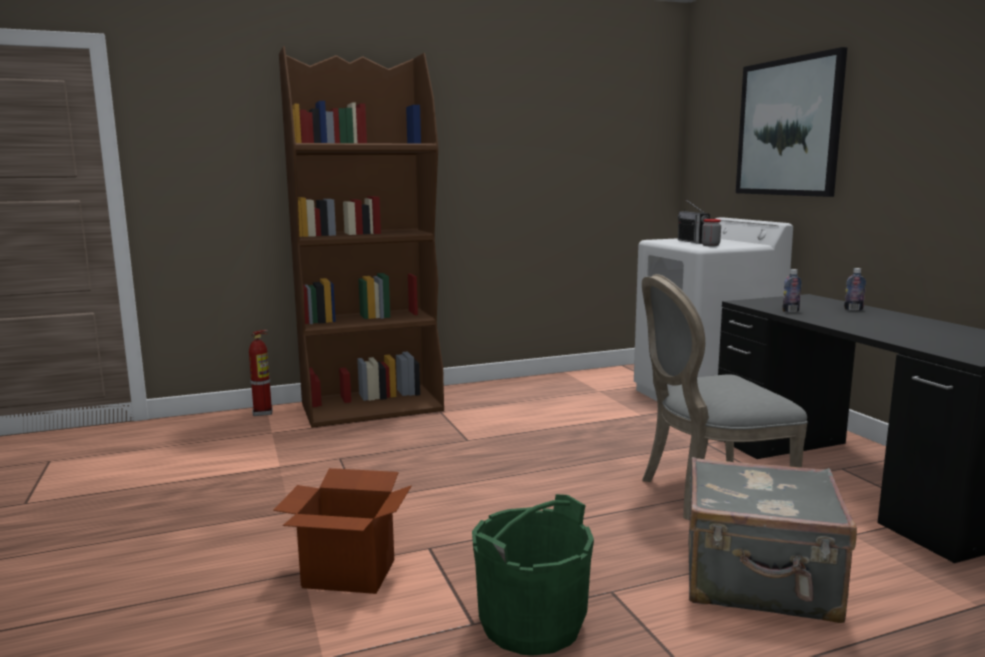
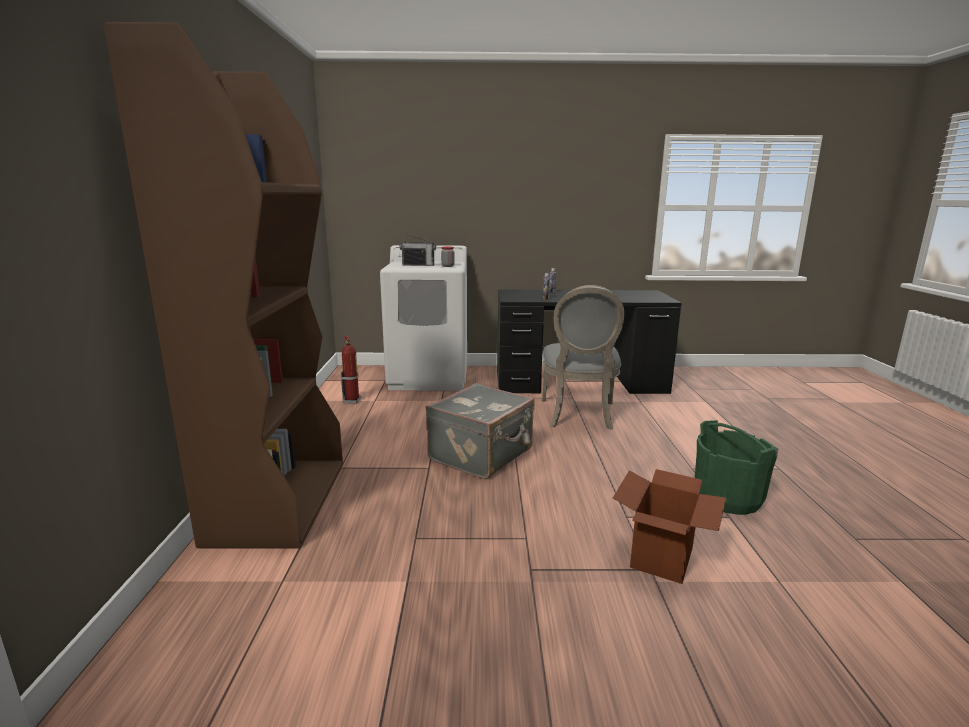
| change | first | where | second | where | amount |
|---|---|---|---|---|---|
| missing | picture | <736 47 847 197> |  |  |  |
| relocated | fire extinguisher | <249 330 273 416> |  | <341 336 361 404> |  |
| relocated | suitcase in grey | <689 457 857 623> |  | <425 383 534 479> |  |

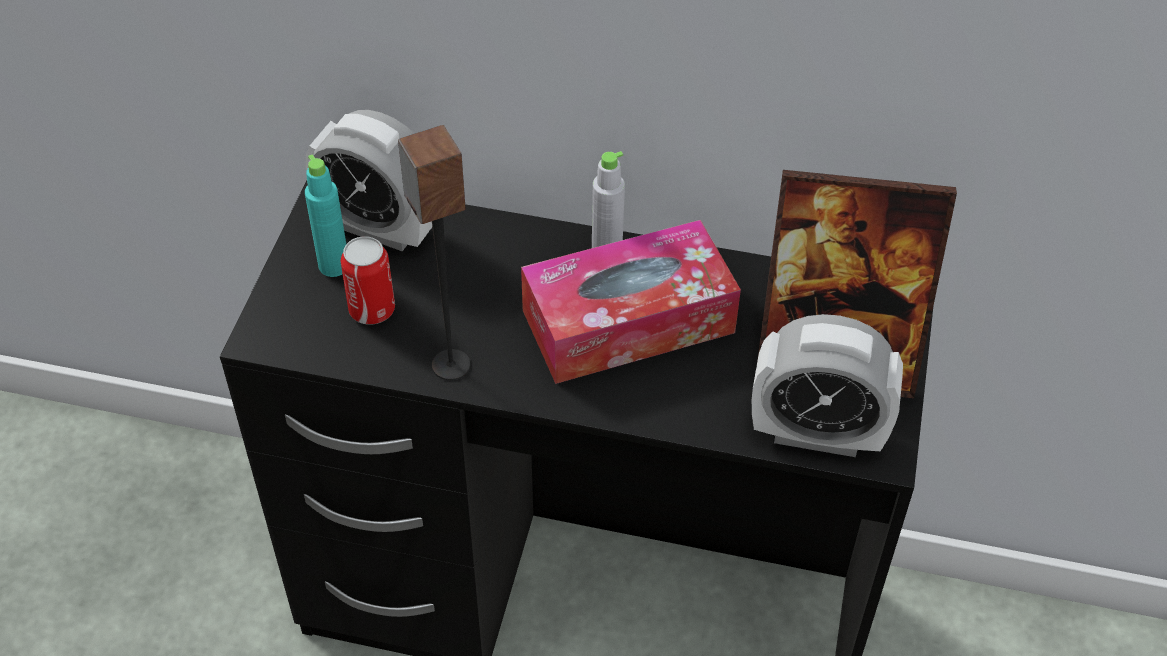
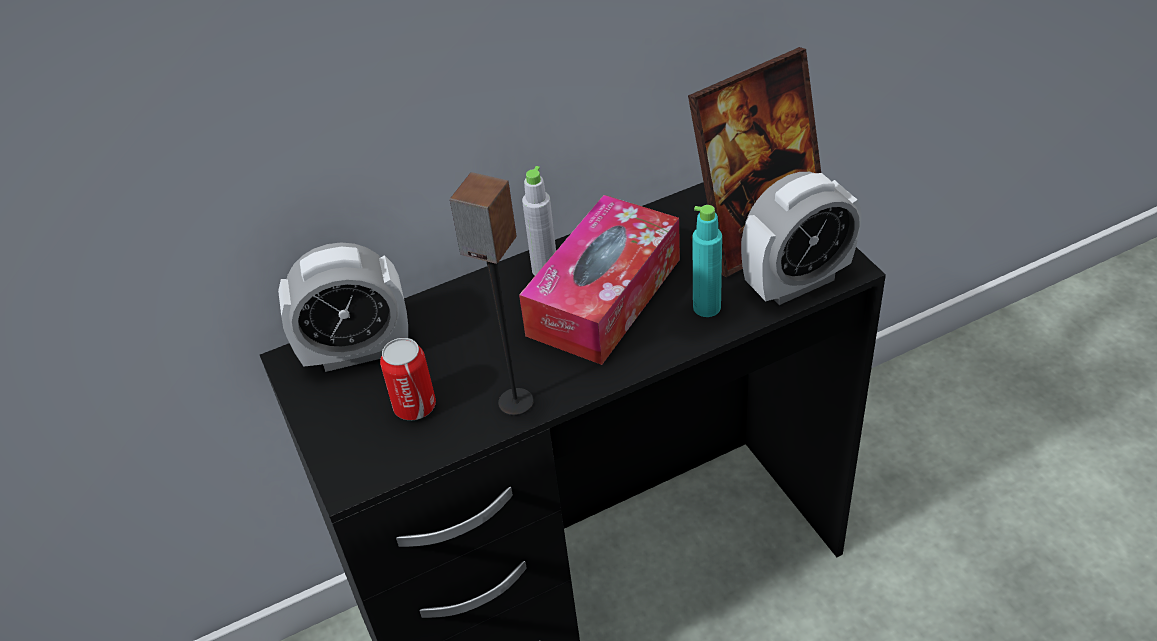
| change | first | where | second | where | amount |
|---|---|---|---|---|---|
| relocated | bottle in turquoise | <305 154 346 277> |  | <692 205 722 317> |  |

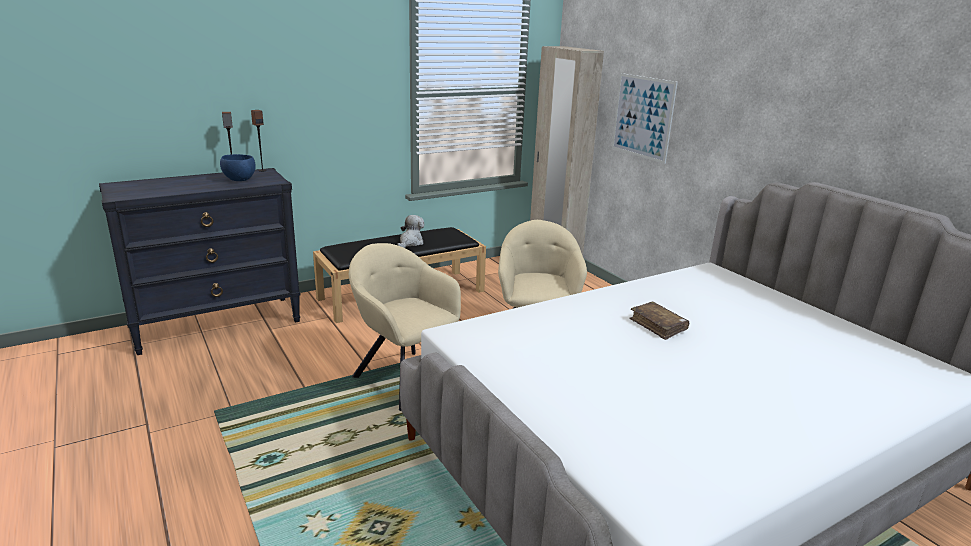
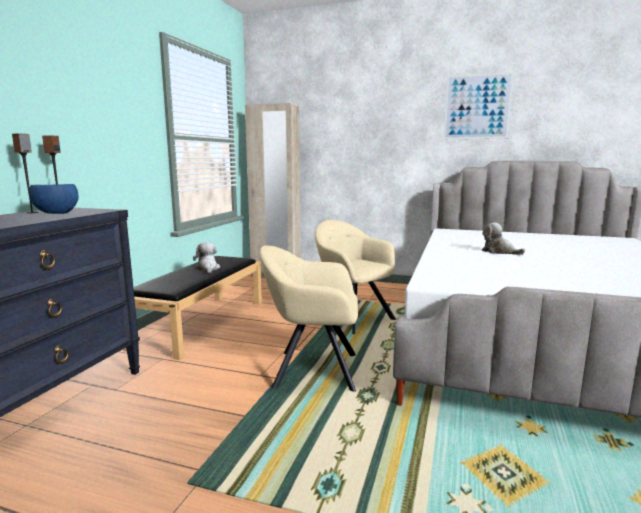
| change | first | where | second | where | amount |
|---|---|---|---|---|---|
| relocated | picture | <612 73 678 164> |  | <443 72 514 139> |  |
| exchanged | book in brown | <630 302 689 340> | plush toy | <482 222 525 255> |  |

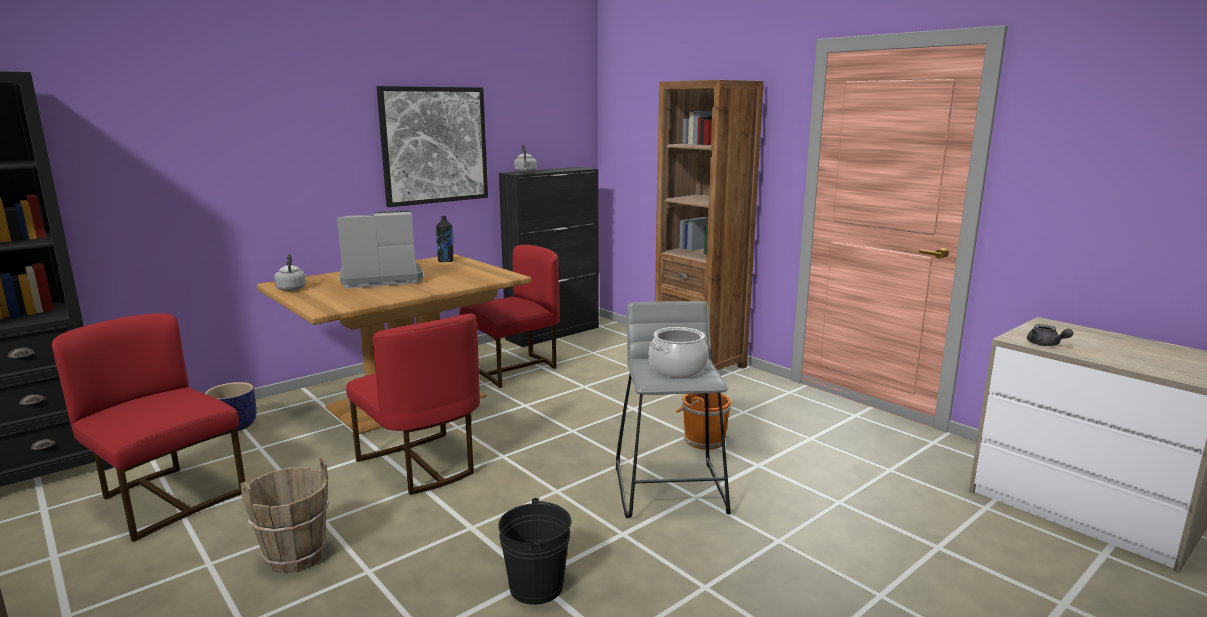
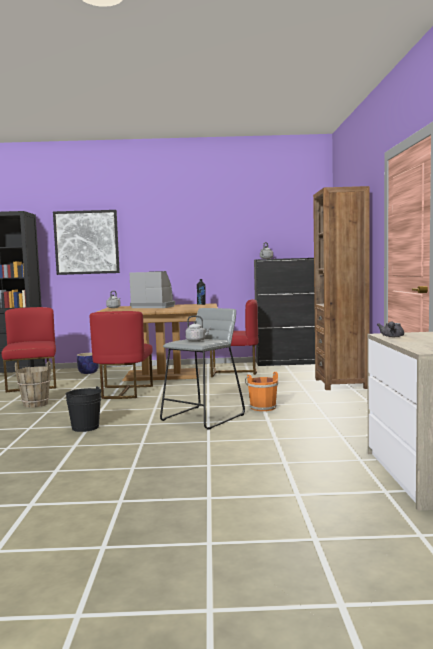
| change | first | where | second | where | amount |
|---|---|---|---|---|---|
| relocated | picture | <376 86 488 207> |  | <53 210 120 275> |  |
| exchanged | cooking pot | <649 327 709 377> | kettle in grey | <185 316 211 342> |  |

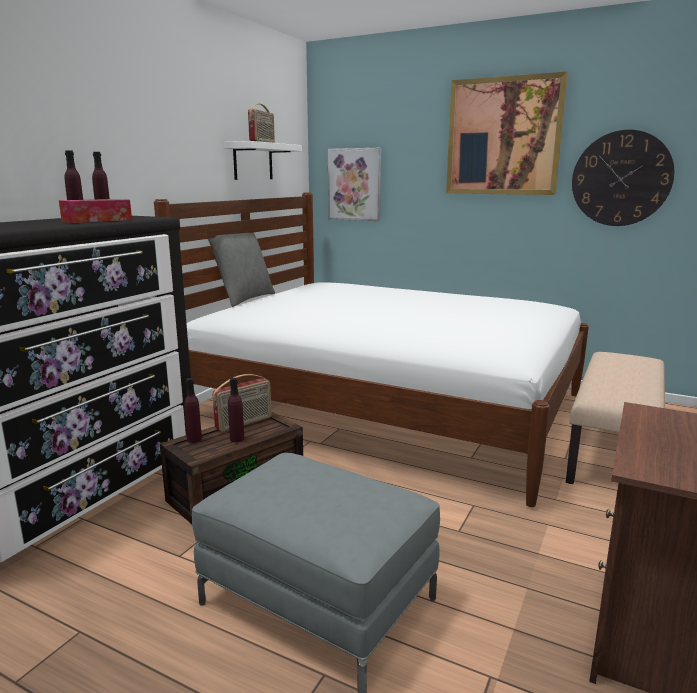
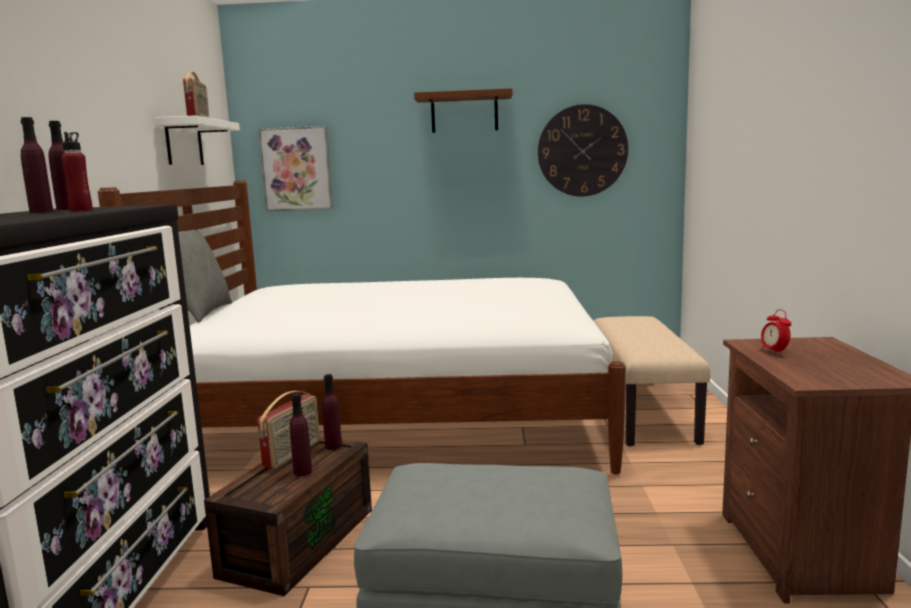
| change | first | where | second | where | amount |
|---|---|---|---|---|---|
| appeared |  |  | alarm clock | <761 309 791 355> |  |
| relocated | bottle in purple | <184 378 202 443> |  | <322 374 342 450> |  |
| exchanged | tissue box | <59 199 132 223> | bottle in red | <61 132 93 212> |  |
| exchanged | picture | <446 72 568 195> | shelf in brown | <414 88 513 133> |  |

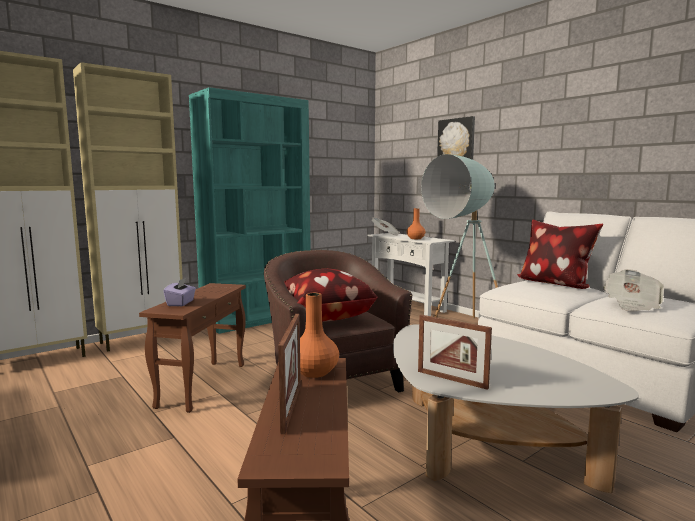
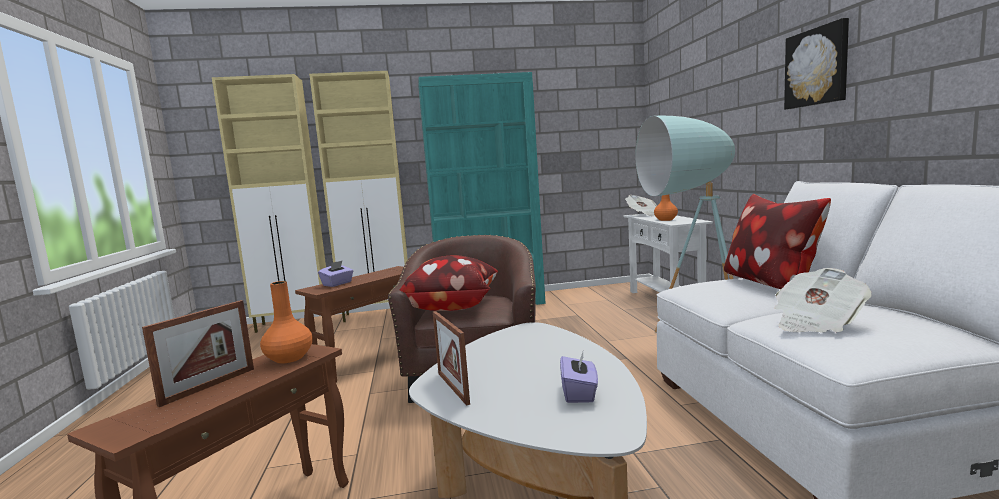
| change | first | where | second | where | amount |
|---|---|---|---|---|---|
| appeared |  |  | tissue box in purple | <560 349 598 403> |  |
| relocated | picture | <437 116 475 160> |  | <784 18 849 110> |  |

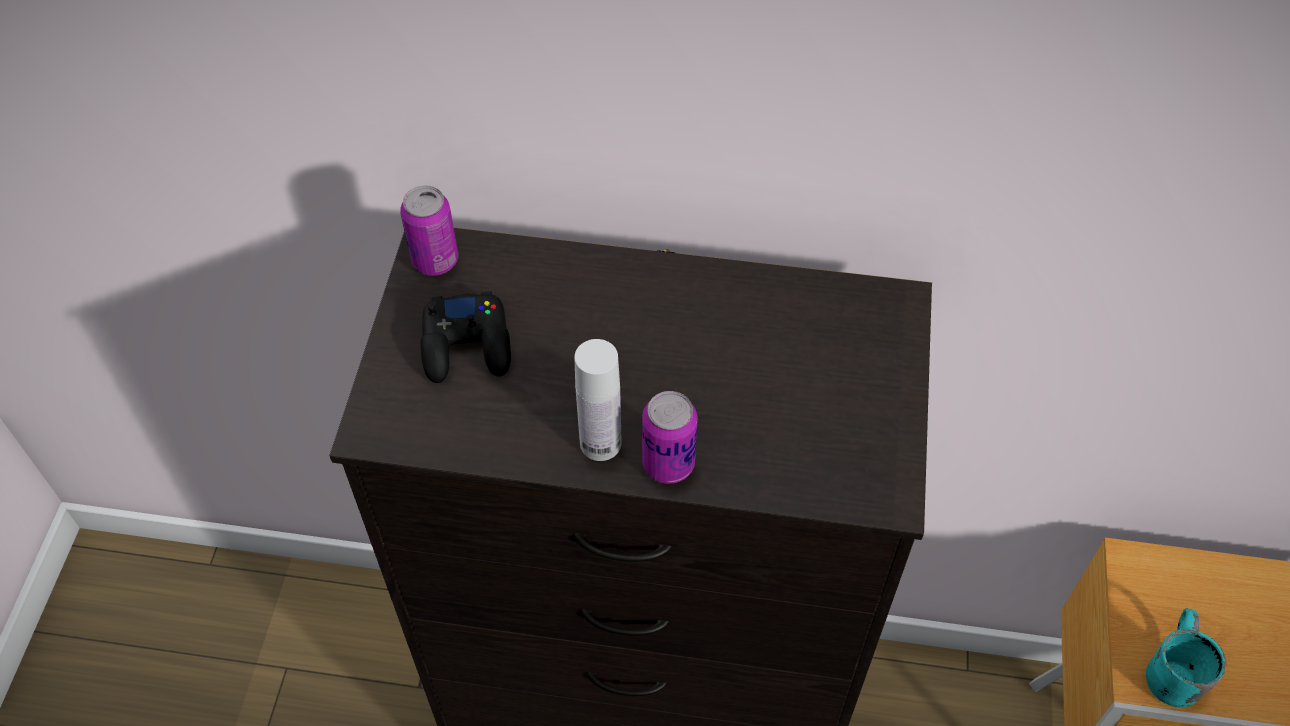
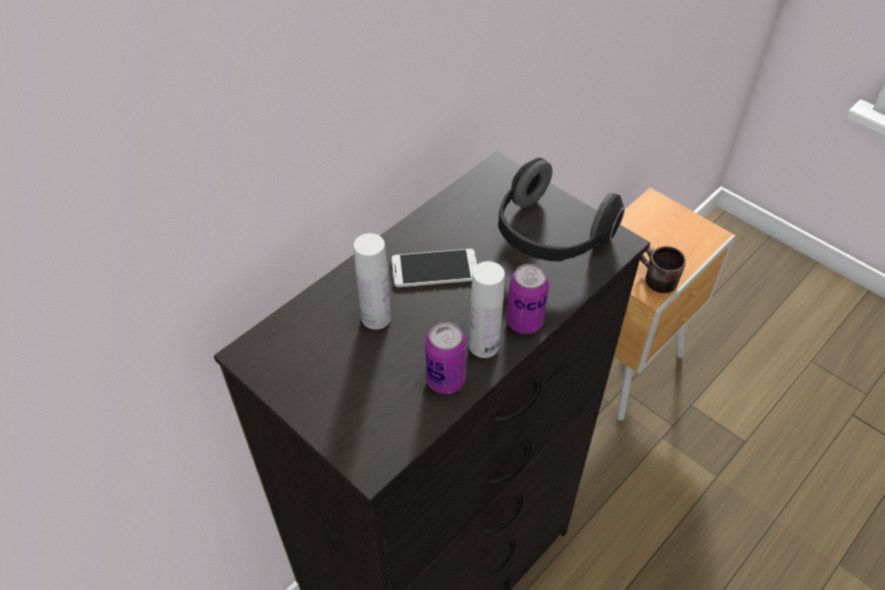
| change | first | where | second | where | amount |
|---|---|---|---|---|---|
| missing | game controller in black | <421 291 511 383> |  |  |  |
| appeared |  |  | bottle in white | <354 233 391 330> |  |
| appeared |  |  | phone | <392 249 477 287> |  |
| appeared |  |  | headphones | <498 158 625 261> |  |
| relocated | can | <400 185 458 276> |  | <425 322 467 394> |  |
| colour | mug in turquoise | <1146 608 1226 708> | mug in brown | <640 246 686 293> |  |

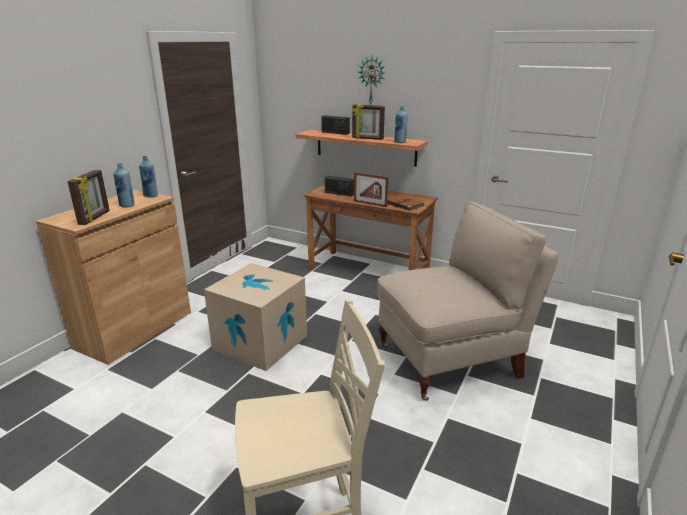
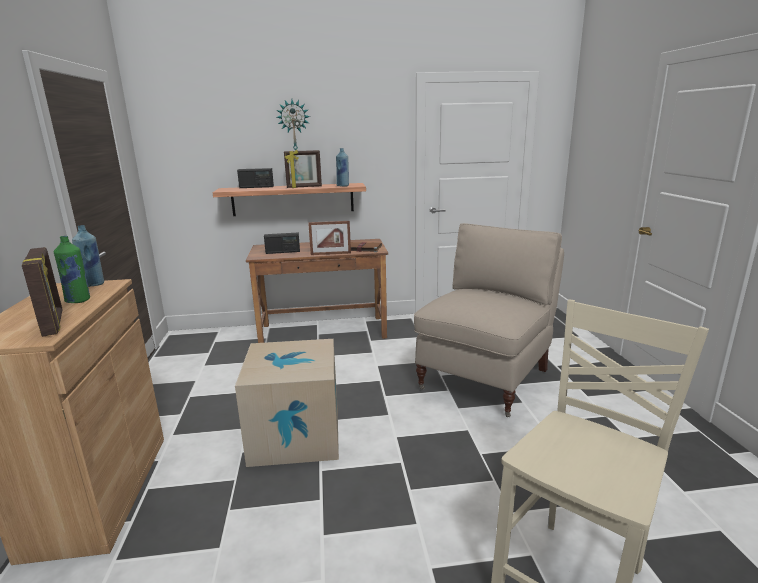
| change | first | where | second | where | amount |
|---|---|---|---|---|---|
| colour | bottle in blue | <113 163 135 208> | bottle in green | <53 236 90 303> |  |

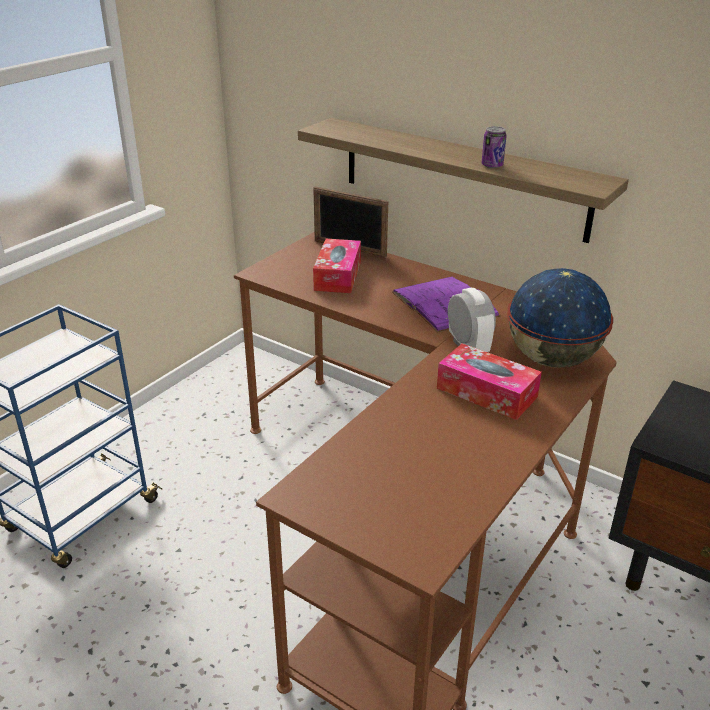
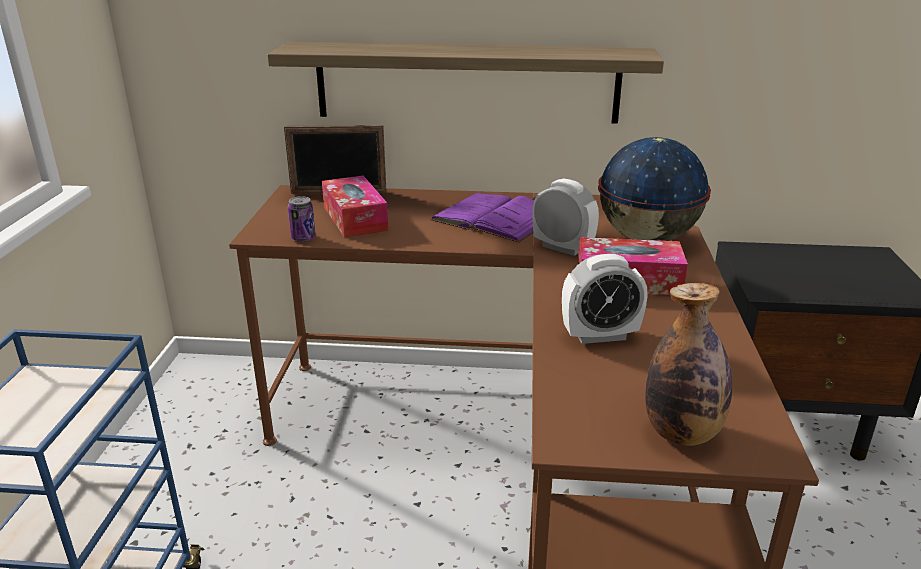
| change | first | where | second | where | amount |
|---|---|---|---|---|---|
| appeared |  |  | alarm clock | <562 254 647 344> |  |
| appeared |  |  | bottle | <645 283 732 446> |  |
| relocated | can | <482 126 507 168> |  | <288 196 316 242> |  |

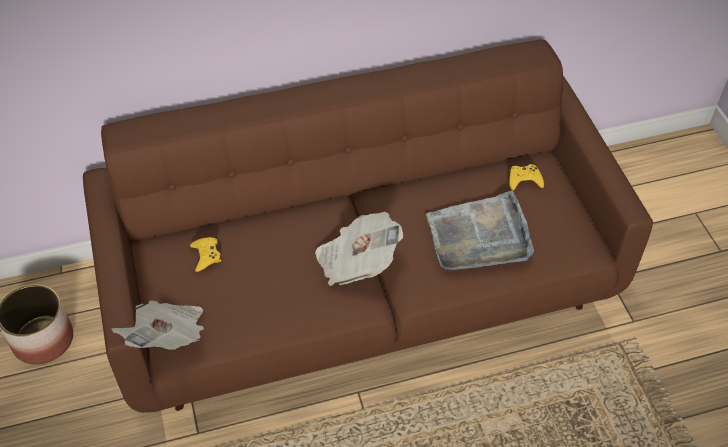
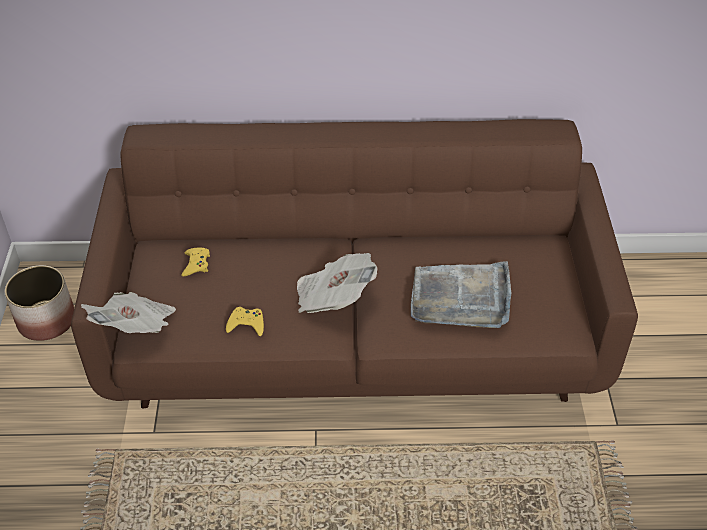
| change | first | where | second | where | amount |
|---|---|---|---|---|---|
| relocated | game controller in yellow | <509 164 544 191> |  | <226 307 264 336> |  |

